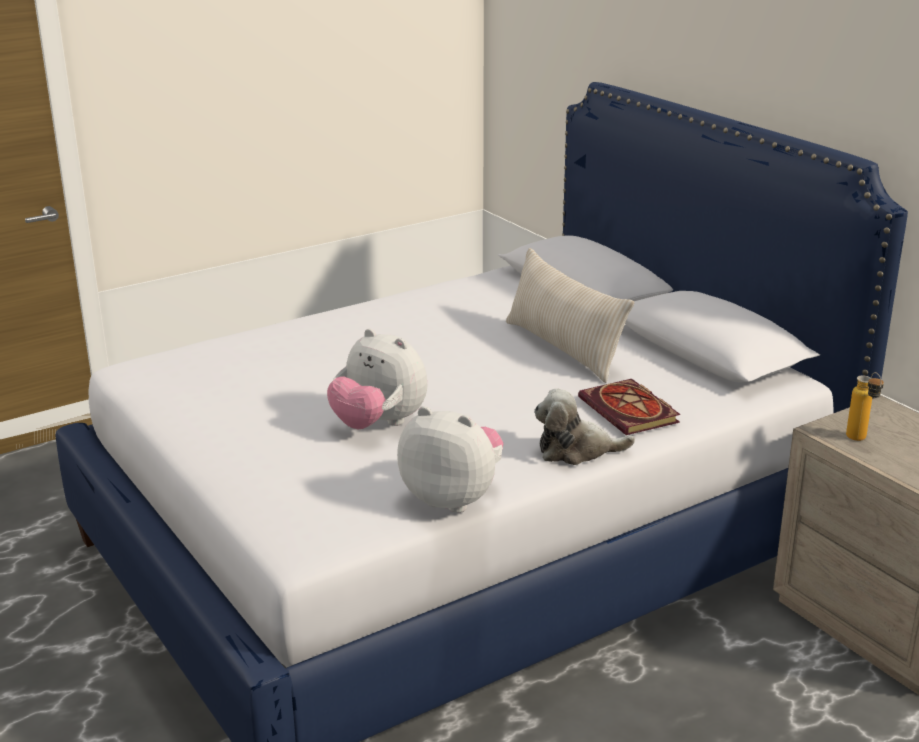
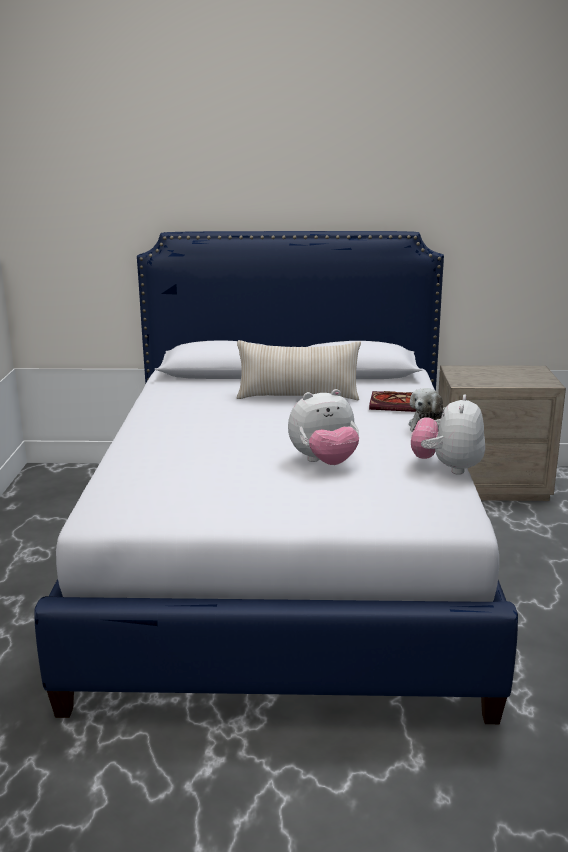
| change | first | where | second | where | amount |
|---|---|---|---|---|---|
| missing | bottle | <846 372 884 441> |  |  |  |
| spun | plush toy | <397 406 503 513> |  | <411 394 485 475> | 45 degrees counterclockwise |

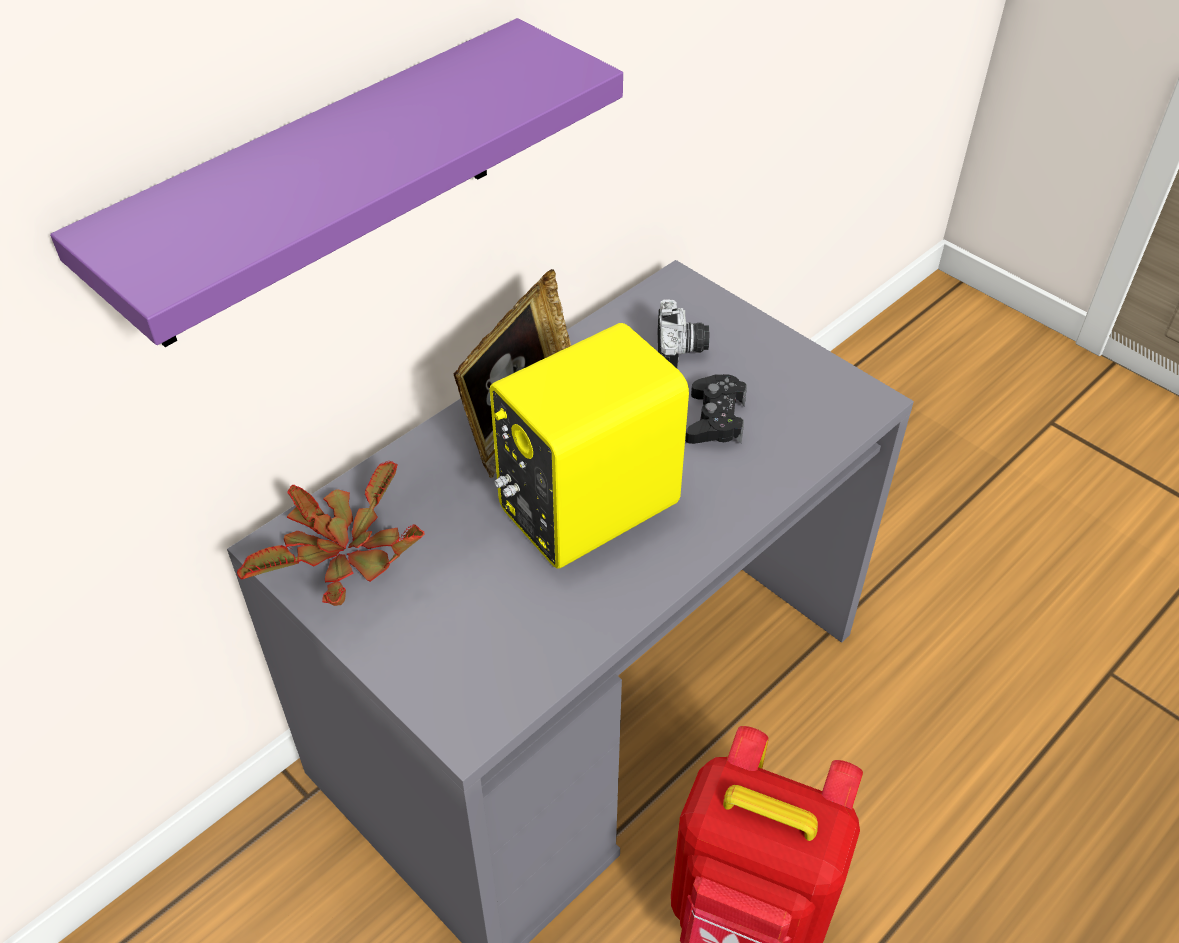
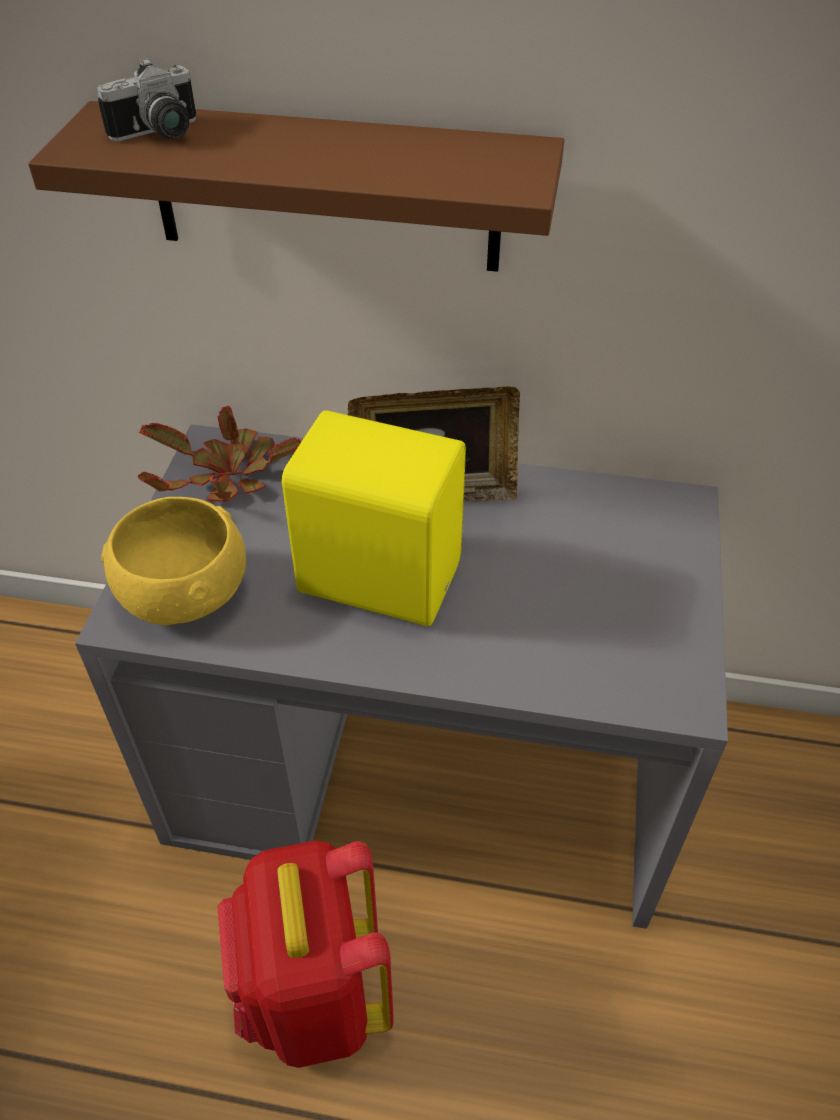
| change | first | where | second | where | amount |
|---|---|---|---|---|---|
| missing | game controller in black | <685 374 747 444> |  |  |  |
| appeared |  |  | bowl in yellow | <101 497 246 625> |  |
| relocated | photo camera | <657 300 709 368> |  | <97 58 196 142> |  |
| colour | shelf in purple | <50 18 623 347> | shelf in brown | <28 101 564 272> |  |

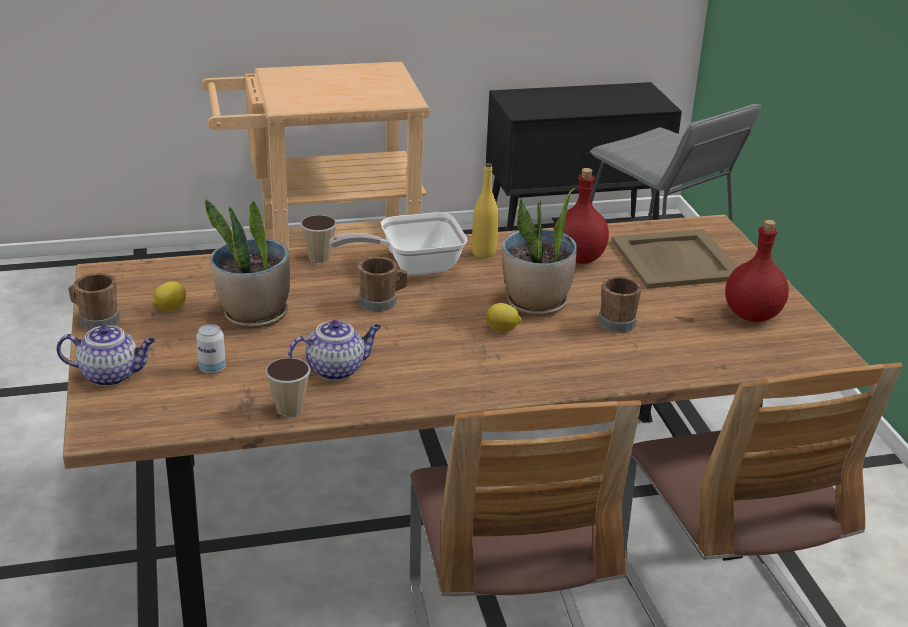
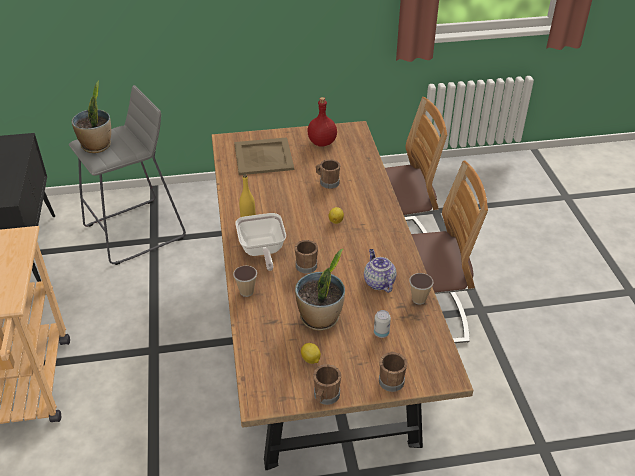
| change | first | where | second | where | amount |
|---|---|---|---|---|---|
| missing | bottle in red | <554 168 609 264> |  |  |  |
| relocated | potted plant | <502 188 577 316> |  | <71 81 111 153> |  |
| exchanged | teapot | <56 325 156 386> | mug in brown | <379 352 407 392> |  |

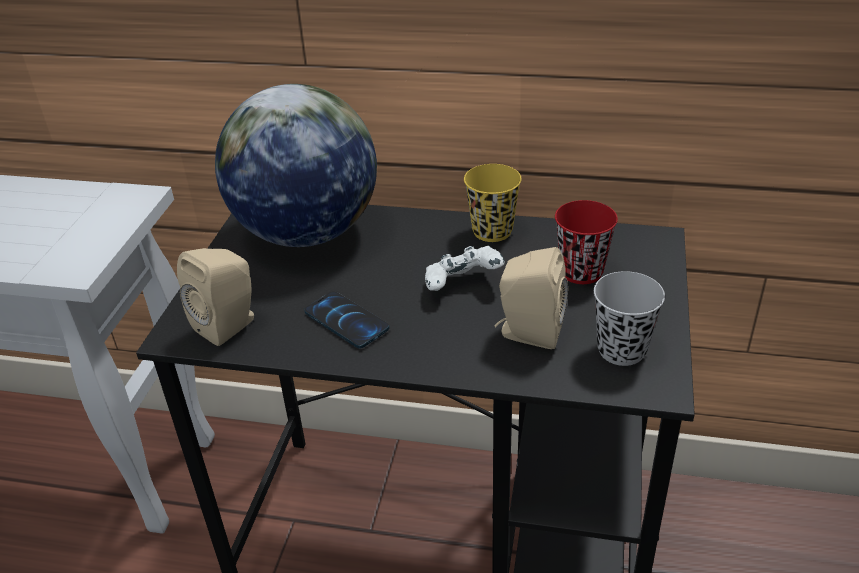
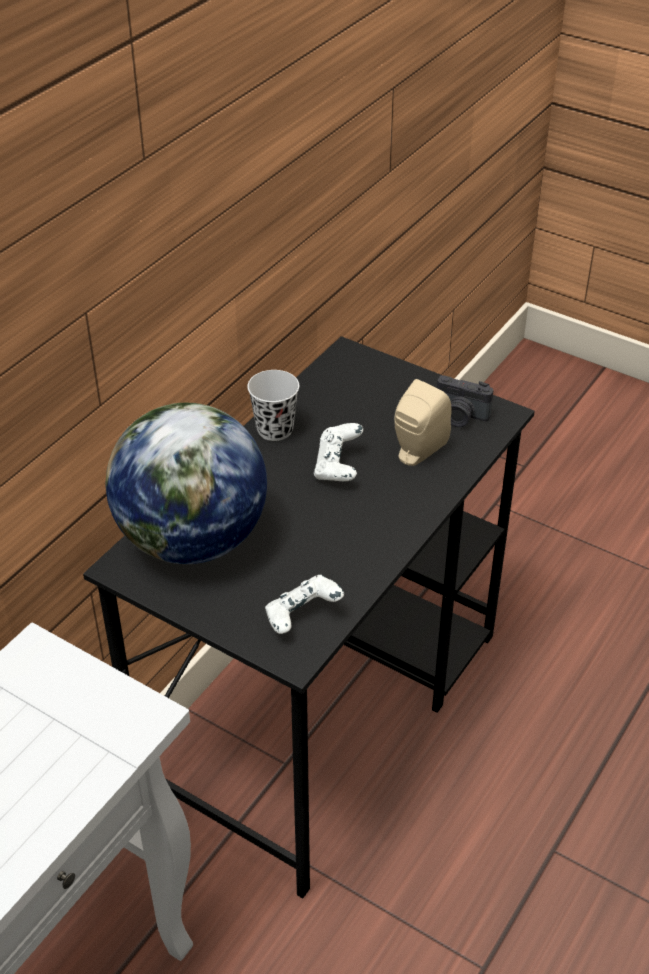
| change | first | where | second | where | amount |
|---|---|---|---|---|---|
| missing | phone | <304 292 389 349> |  |  |  |
| missing | cup in red | <555 200 618 284> |  |  |  |
| exchanged | speaker in beige | <177 248 254 346> | game controller in white | <265 575 344 634> |  |
| exchanged | cup in black | <594 271 665 366> | photo camera | <437 375 494 427> |  |
| colour | cup in yellow | <464 164 522 242> | cup in white | <247 370 299 441> |  |

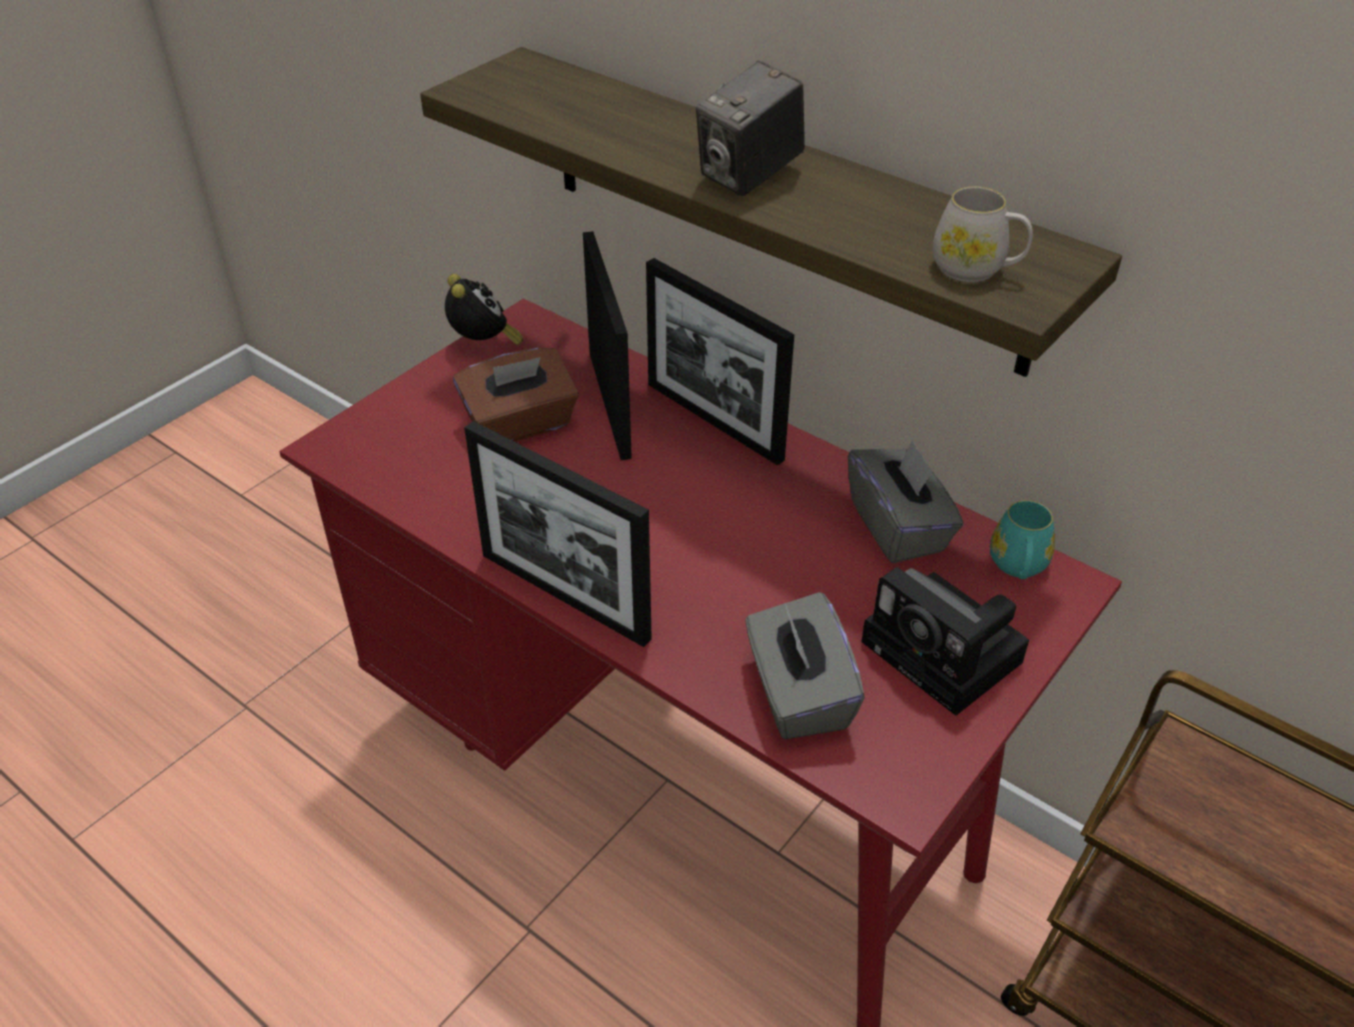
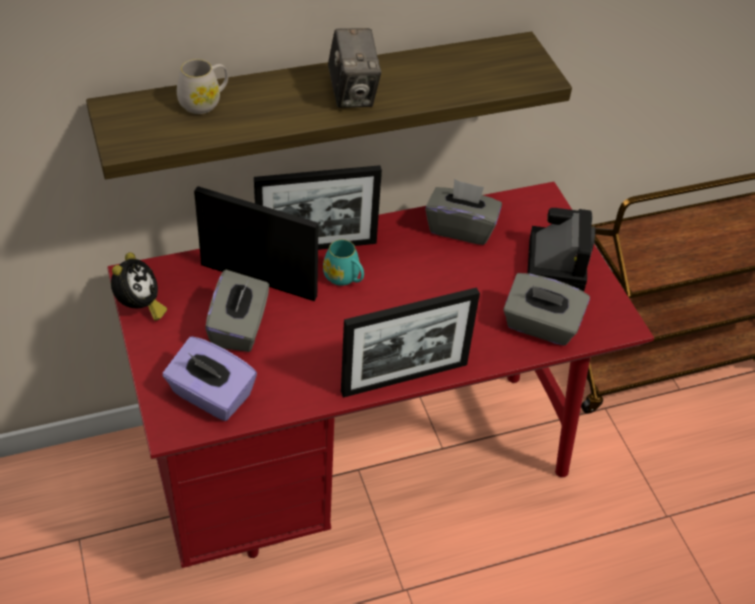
| change | first | where | second | where | amount |
|---|---|---|---|---|---|
| appeared |  |  | tissue box in purple | <163 336 257 421> |  |
| relocated | mug in white | <933 186 1033 282> |  | <177 59 228 114> |  |
| relocated | mug in turquoise | <990 500 1055 579> |  | <323 239 364 286> |  |
| colour | tissue box in brown | <453 348 579 442> | tissue box in grey | <205 270 269 352> |  |
| spun | alarm clock | <445 274 523 346> |  | <111 252 167 321> | 90 degrees clockwise |
| spun | photo camera | <861 567 1029 716> |  | <527 208 595 292> | 75 degrees counterclockwise |

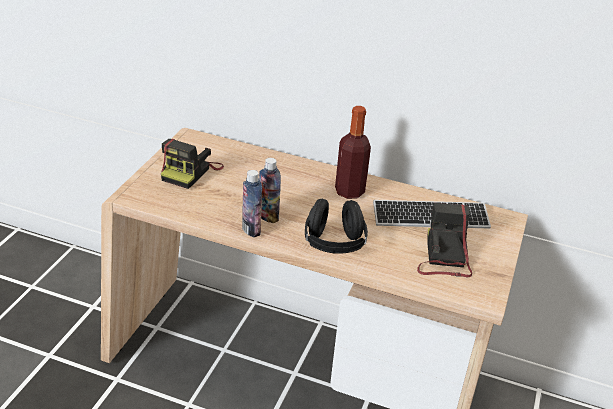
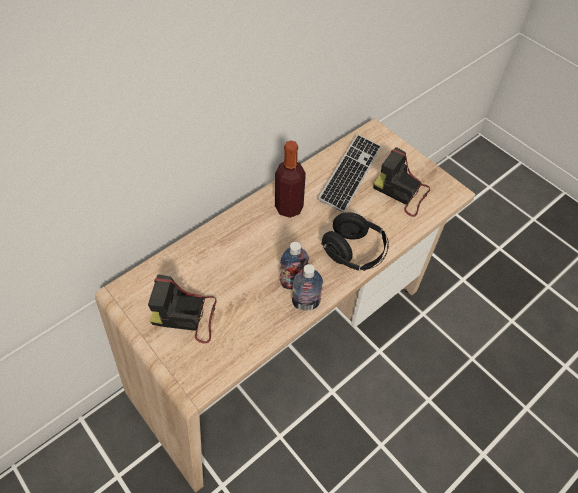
| change | first | where | second | where | amount |
|---|---|---|---|---|---|
| spun | photo camera | <161 139 224 189> |  | <148 274 217 344> | 135 degrees clockwise |

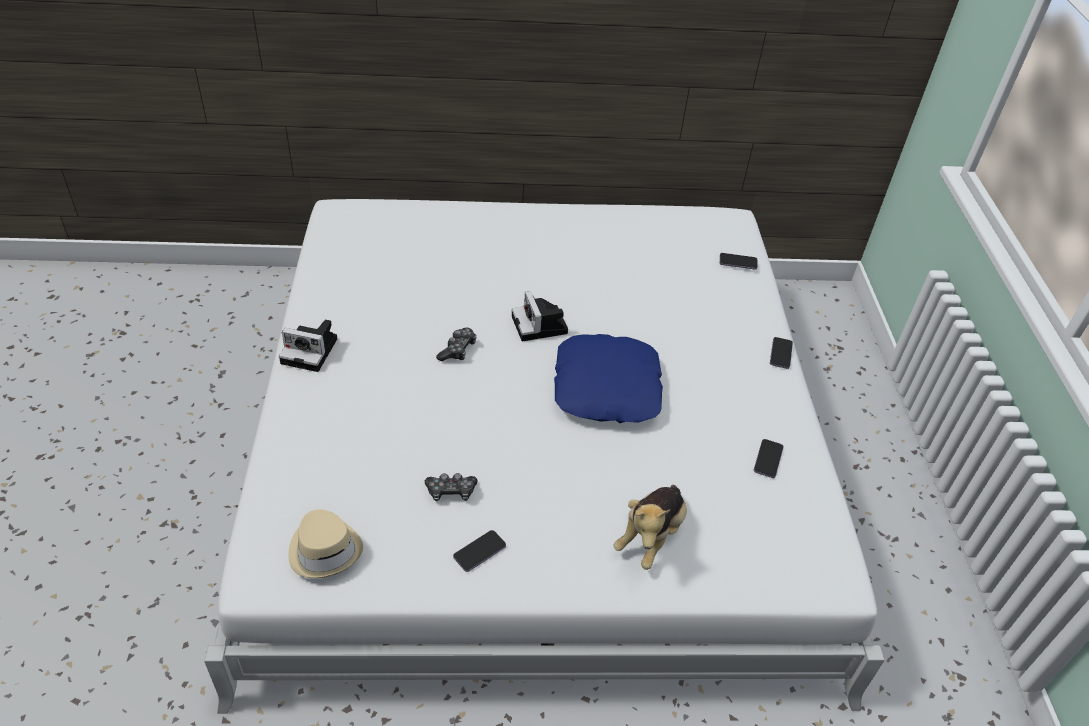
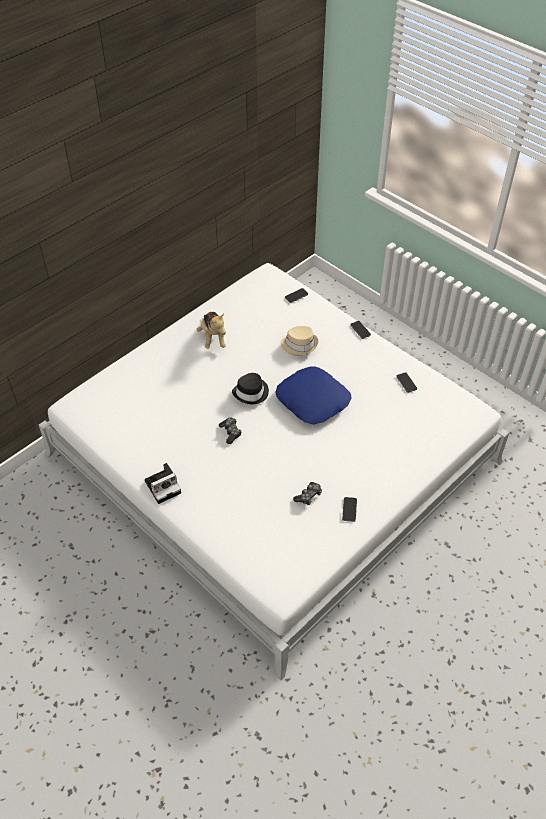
| change | first | where | second | where | amount |
|---|---|---|---|---|---|
| relocated | hat in beige | <288 509 363 578> |  | <281 326 318 356> |  |
| relocated | plush toy | <613 485 687 570> |  | <197 312 226 349> |  |
| exchanged | photo camera | <512 291 568 341> | hat in black | <232 373 269 404> |  |

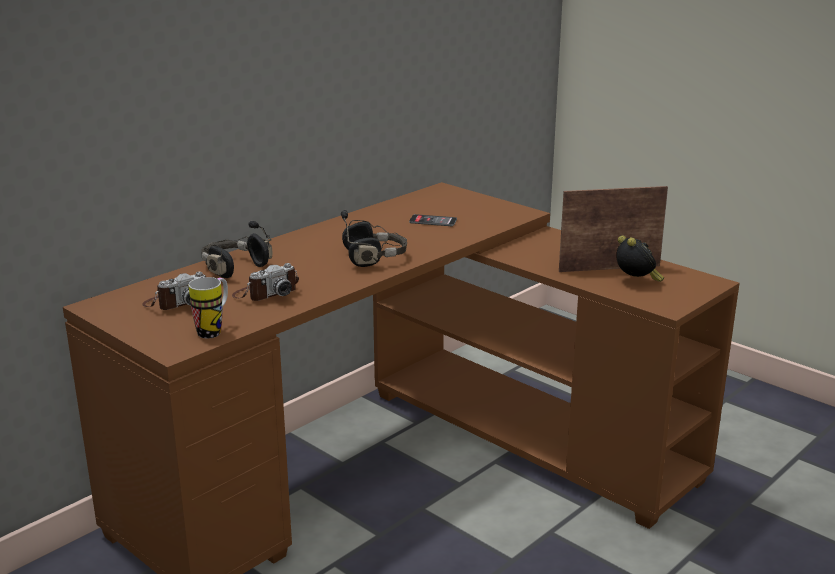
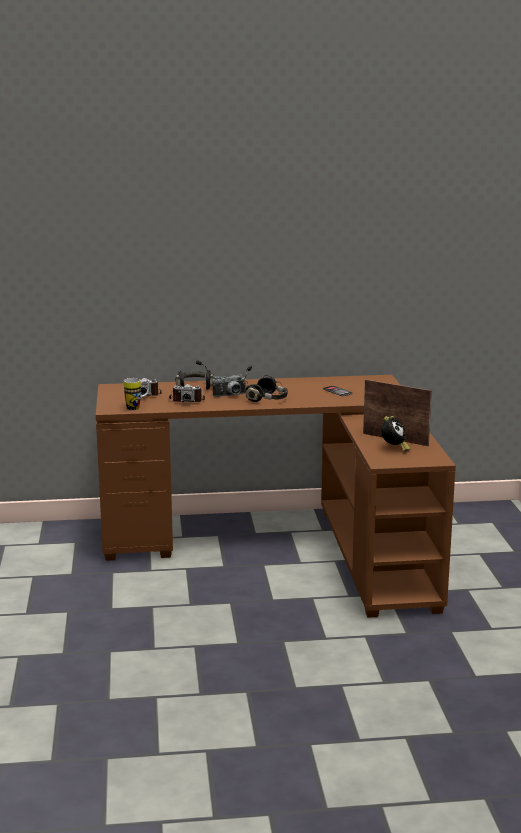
| change | first | where | second | where | amount |
|---|---|---|---|---|---|
| appeared |  |  | photo camera | <213 374 247 397> |  |

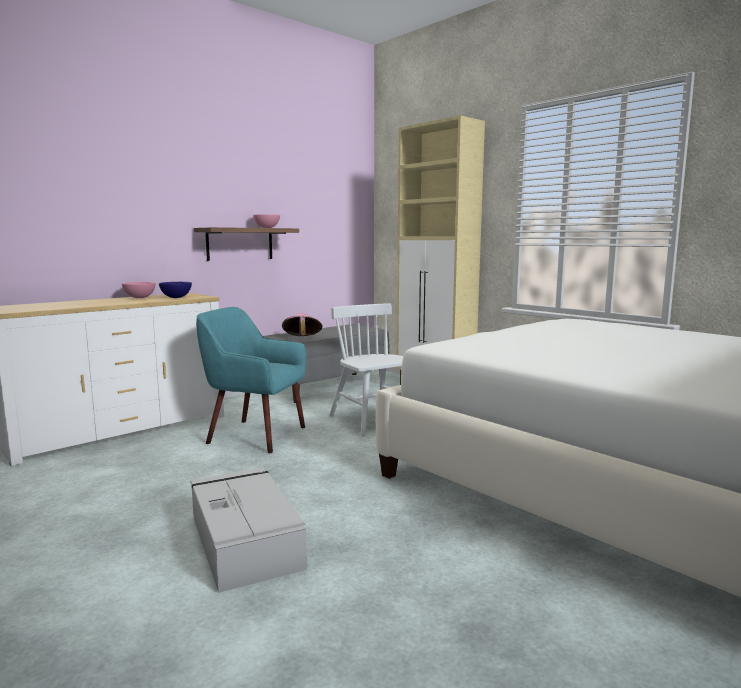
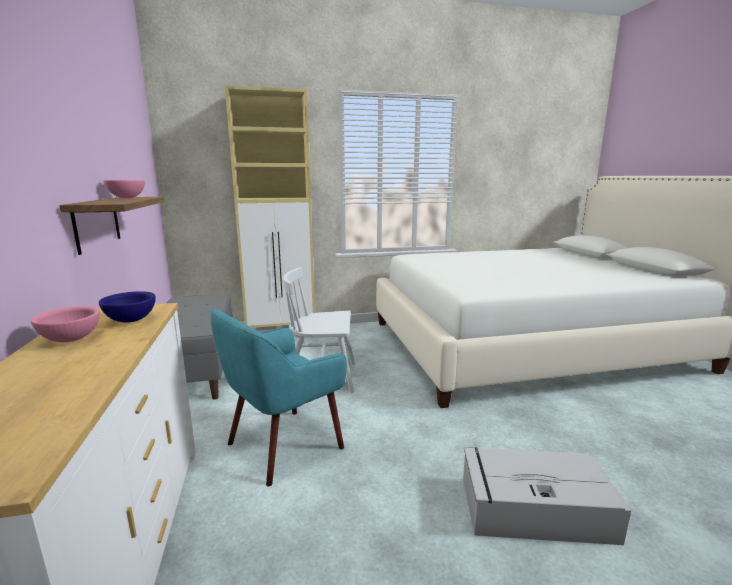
| change | first | where | second | where | amount |
|---|---|---|---|---|---|
| missing | hat in pink | <282 313 323 336> |  |  |  |

